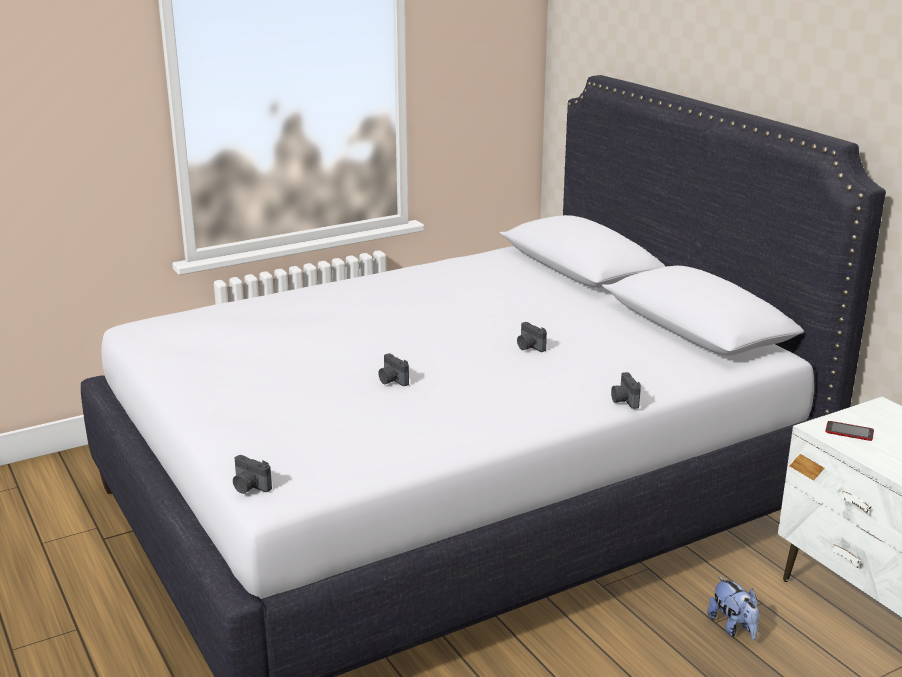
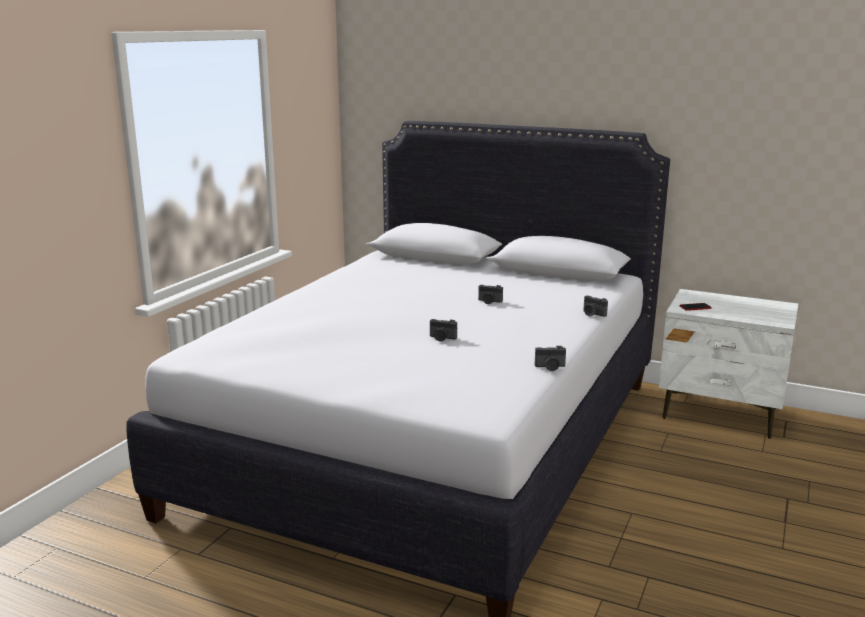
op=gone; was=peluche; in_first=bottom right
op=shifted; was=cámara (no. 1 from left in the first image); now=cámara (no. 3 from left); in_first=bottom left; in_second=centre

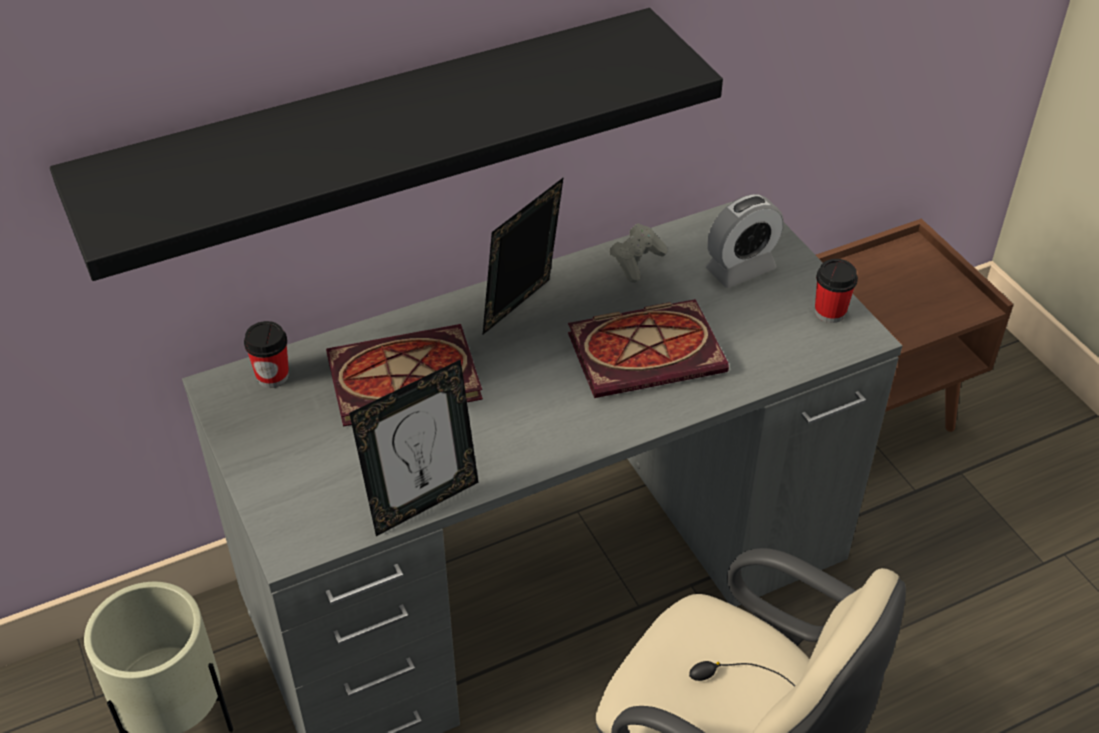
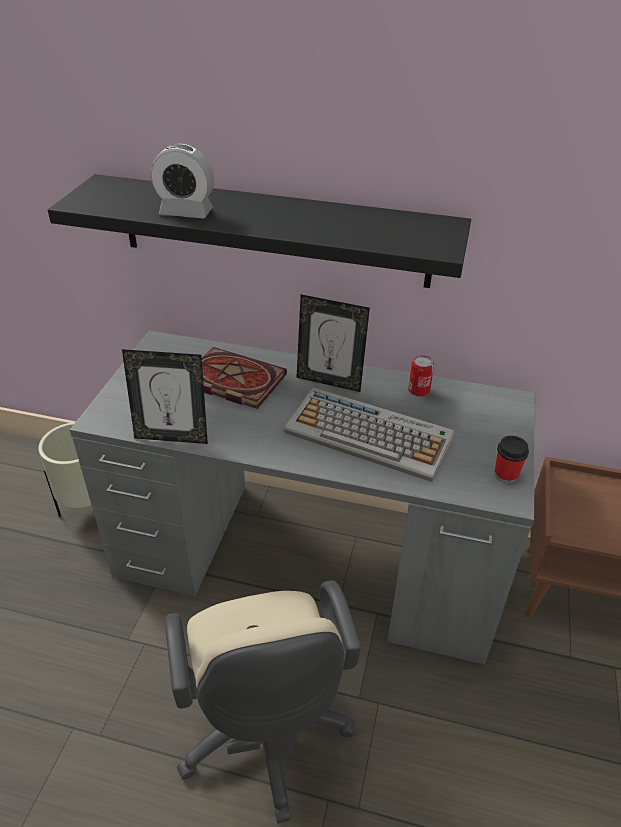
op=gone; was=taza (no. 1 from left); in_first=middle left
op=shifted; was=despertador; in_first=top right; in_second=top left
op=swapped; was=libro (no. 2 from left); now=teclado; in_first=centre; in_second=centre
op=swapped; was=mando de consola [gris]; now=lata; in_first=centre; in_second=middle right
op=rotated; was=portarretratos (no. 2 from left); in_first=centre; in_second=centre; clockwise=-150

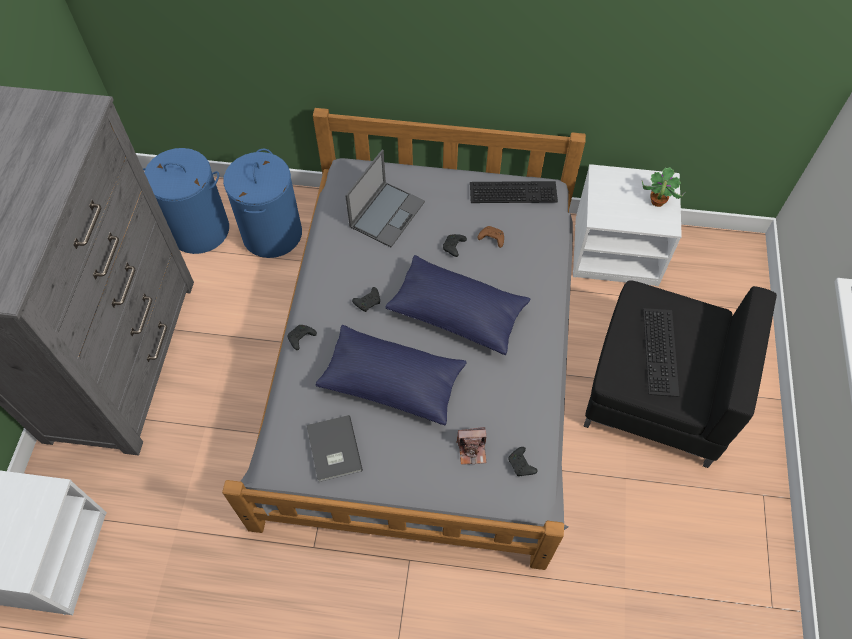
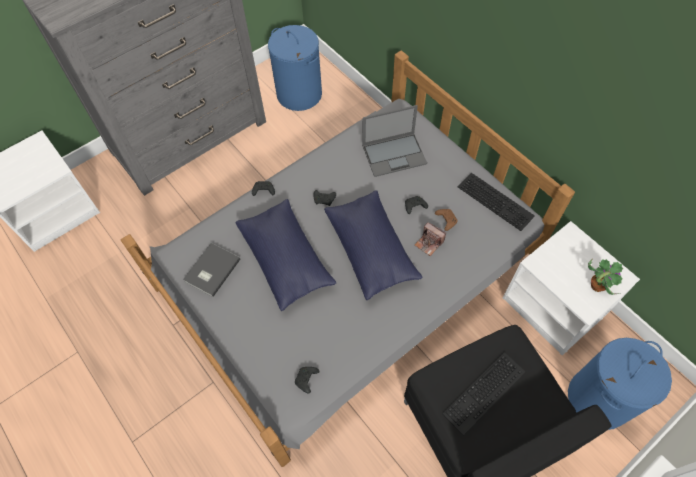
op=shifted; was=cesto de la ropa [azul] (no. 2 from left); in_first=top left; in_second=bottom right
op=shifted; was=cámara; in_first=bottom centre; in_second=centre

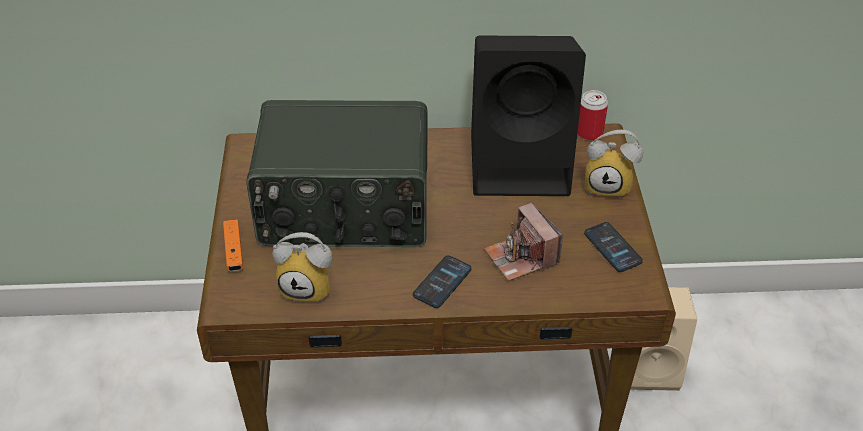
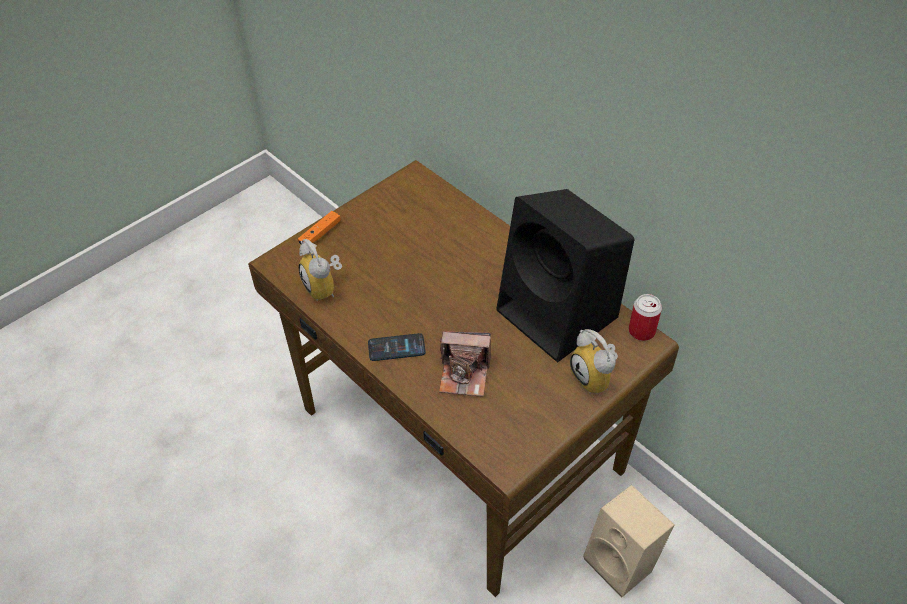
op=gone; was=radio; in_first=centre
op=gone; was=móvil (no. 2 from left); in_first=middle right
op=rotated; was=cámara; in_first=centre; in_second=centre; clockwise=-105

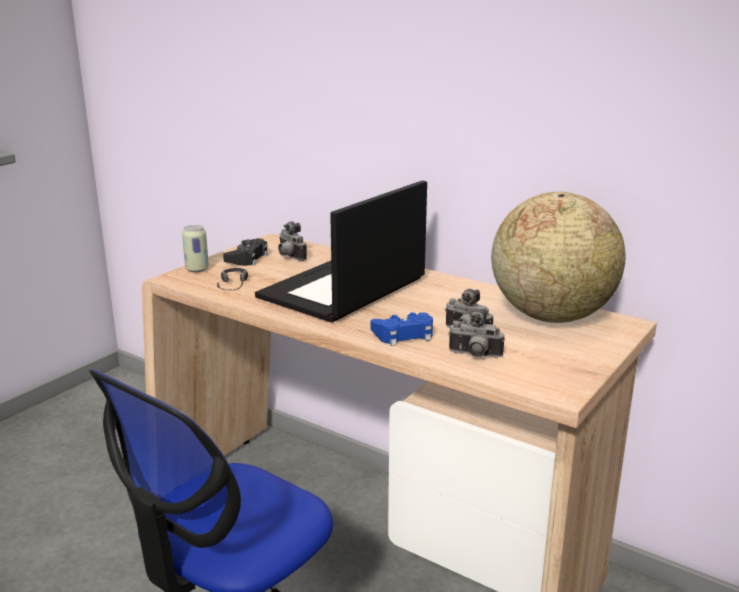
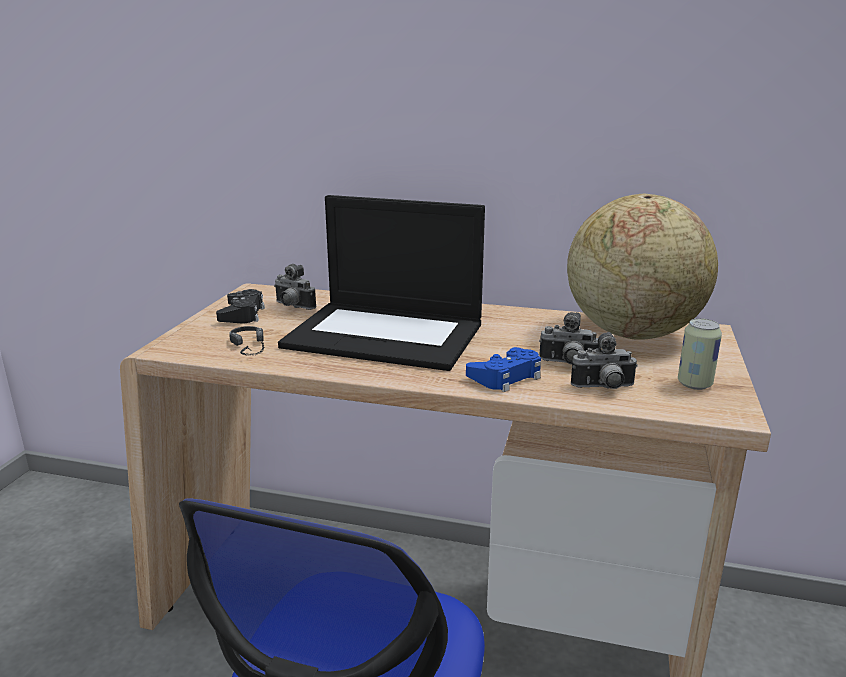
op=shifted; was=lata; in_first=middle left; in_second=middle right
op=rotated; was=portátil; in_first=centre; in_second=centre; clockwise=-90

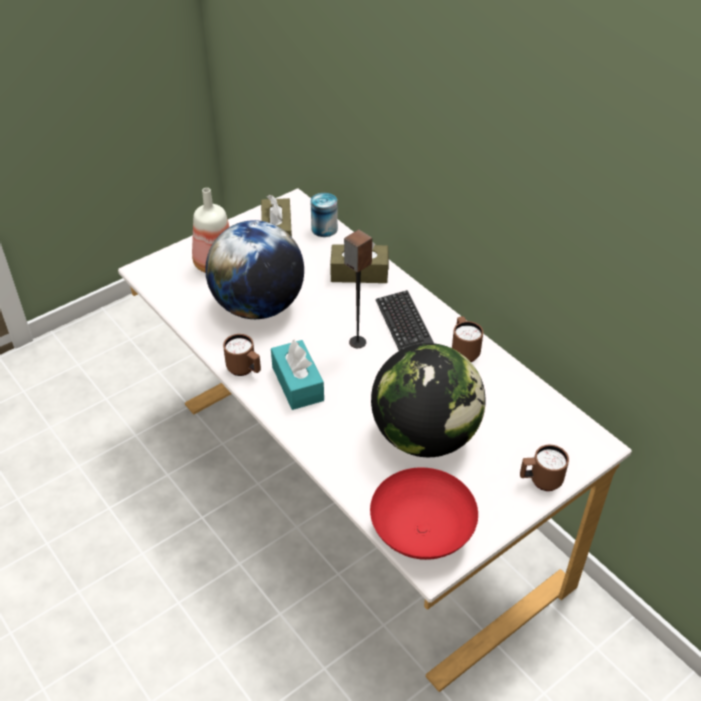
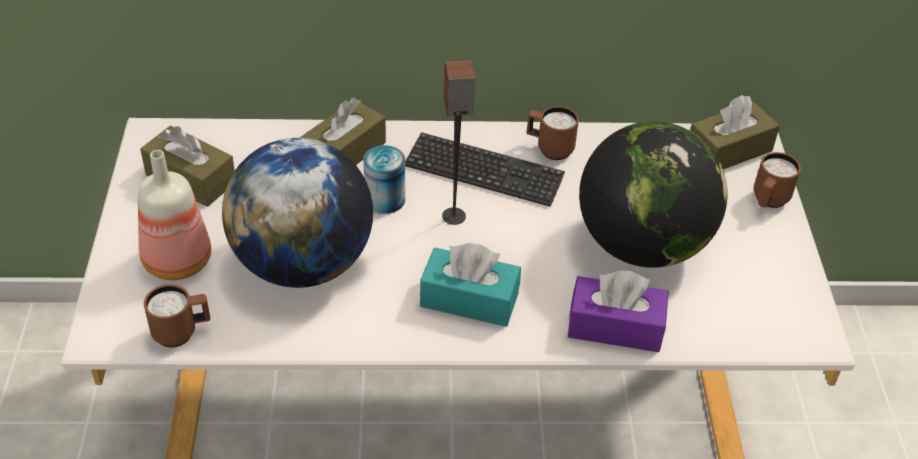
op=gone; was=cuenco [rojo]; in_first=bottom centre
op=new; now=caja de pañuelos [morado]; in_second=bottom right
op=new; now=caja de pañuelos [marrón] (no. 3 from left); in_second=top right
op=shifted; was=taza grande [marrón] (no. 1 from left); in_first=centre; in_second=bottom left
op=shifted; was=lata; in_first=top centre; in_second=centre

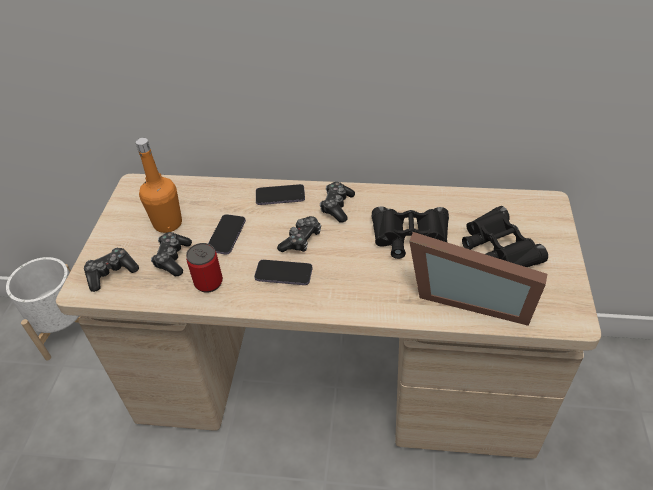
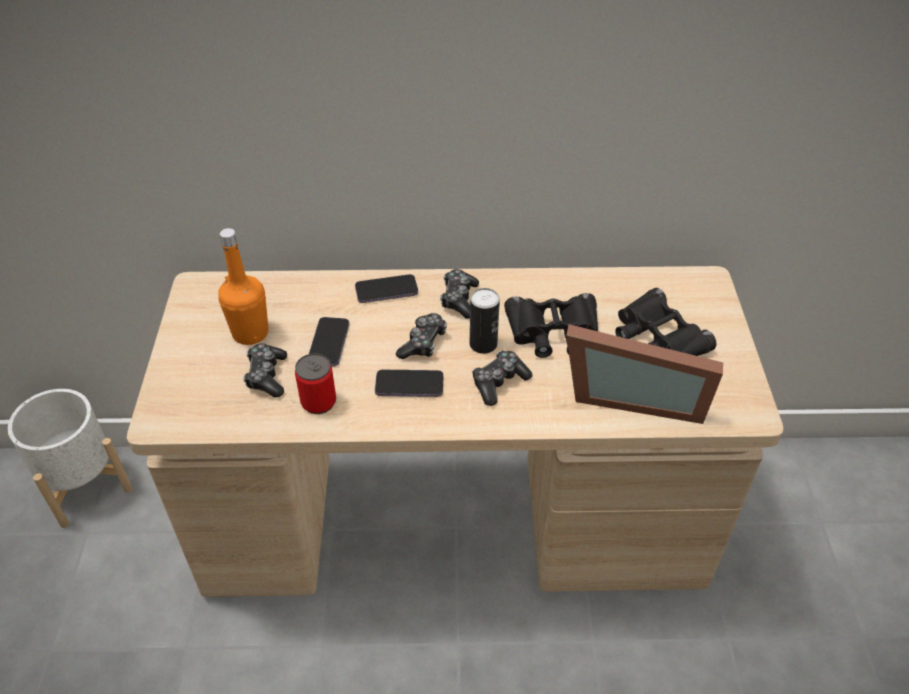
op=new; now=lata (no. 2 from left); in_second=centre
op=shifted; was=mando de consola (no. 1 from left in the first image); now=mando de consola (no. 4 from left); in_first=middle left; in_second=centre

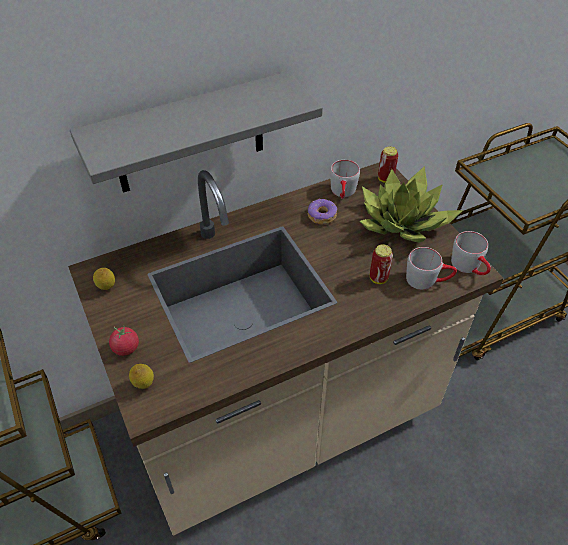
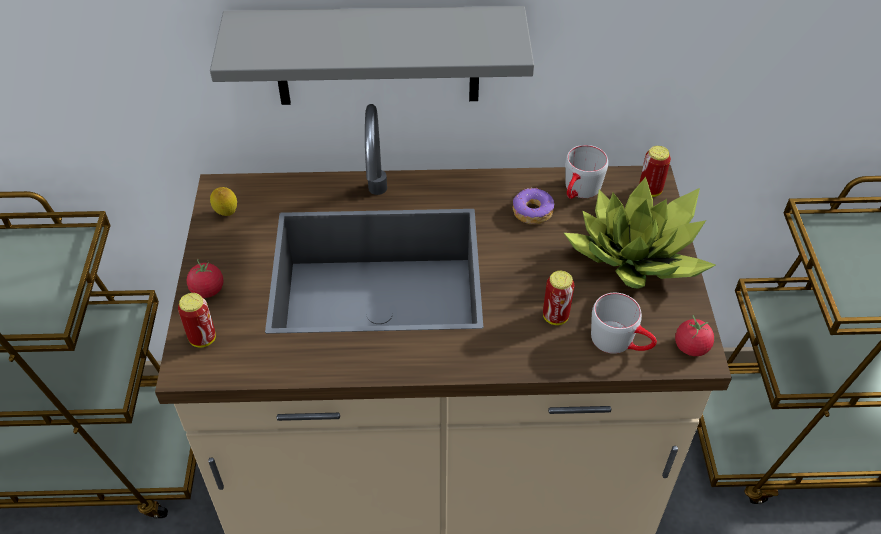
op=swapped; was=limón (no. 2 from left); now=lata (no. 1 from left); in_first=bottom left; in_second=middle left
op=swapped; was=taza grande [gris] (no. 3 from left); now=tomate (no. 2 from left); in_first=middle right; in_second=middle right

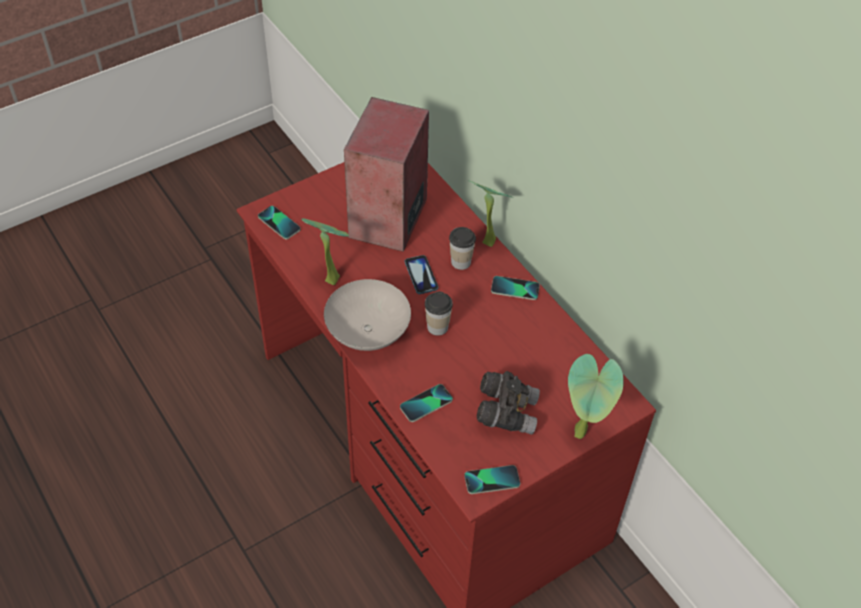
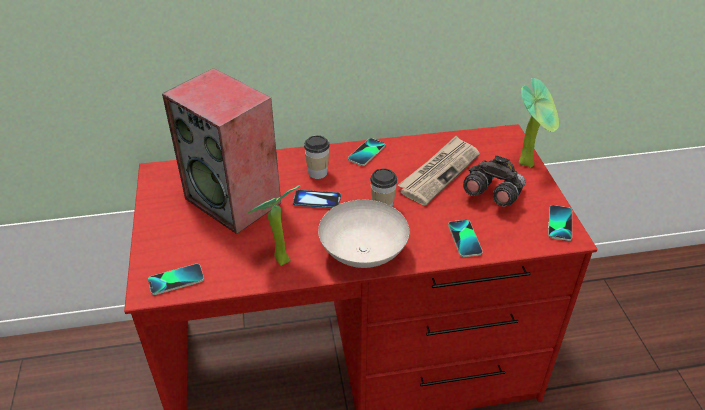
op=gone; was=planta en maceta (no. 2 from left); in_first=centre
op=new; now=periódico; in_second=centre

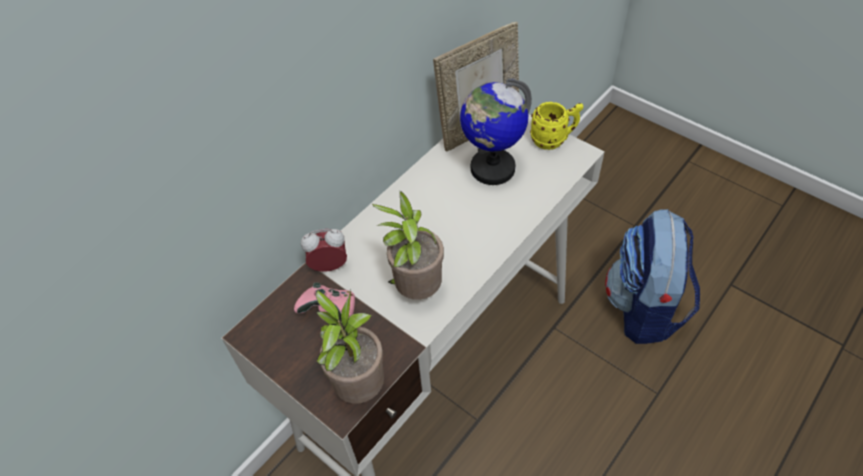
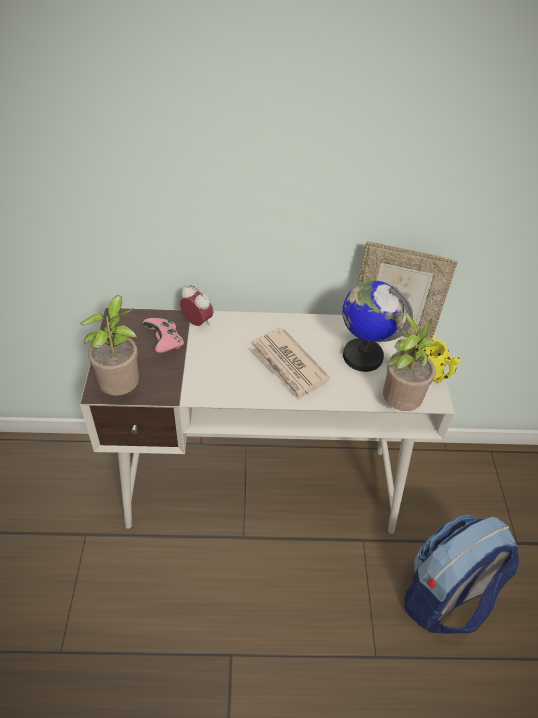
op=new; now=periódico; in_second=centre
op=shifted; was=planta en maceta (no. 2 from left); in_first=centre; in_second=middle right

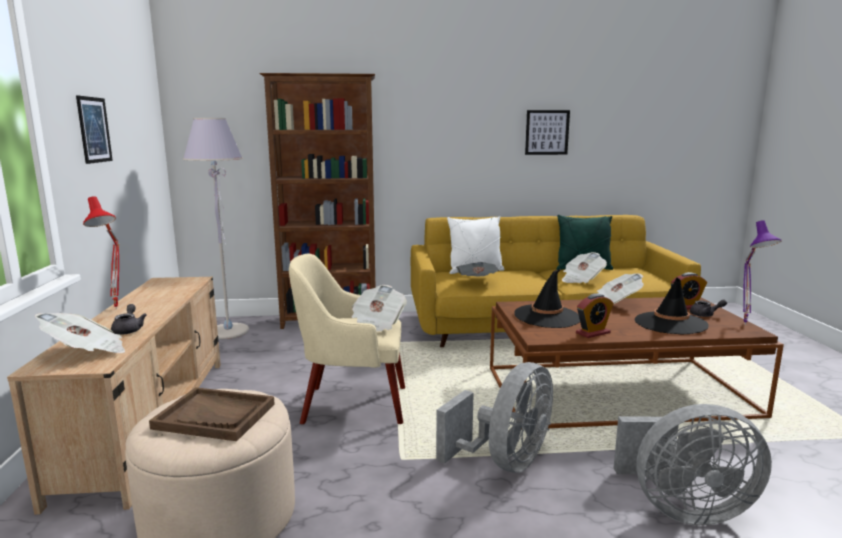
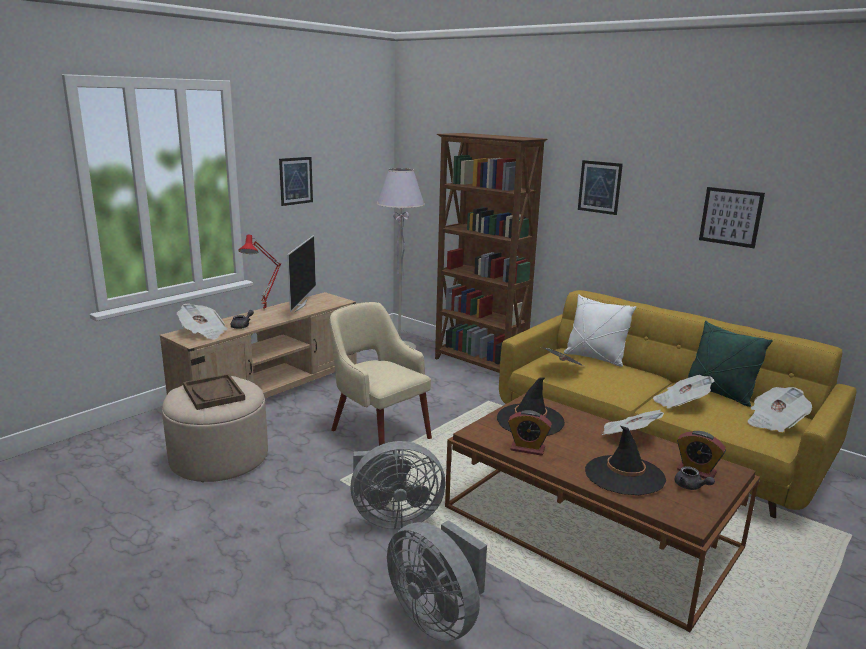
op=gone; was=lámpara de mesa [morado]; in_first=middle right
op=new; now=televisor; in_second=centre
op=new; now=cuadro (no. 2 from left); in_second=top right
op=shifted; was=periódico (no. 2 from left in the first image); now=periódico (no. 5 from left); in_first=centre; in_second=middle right

